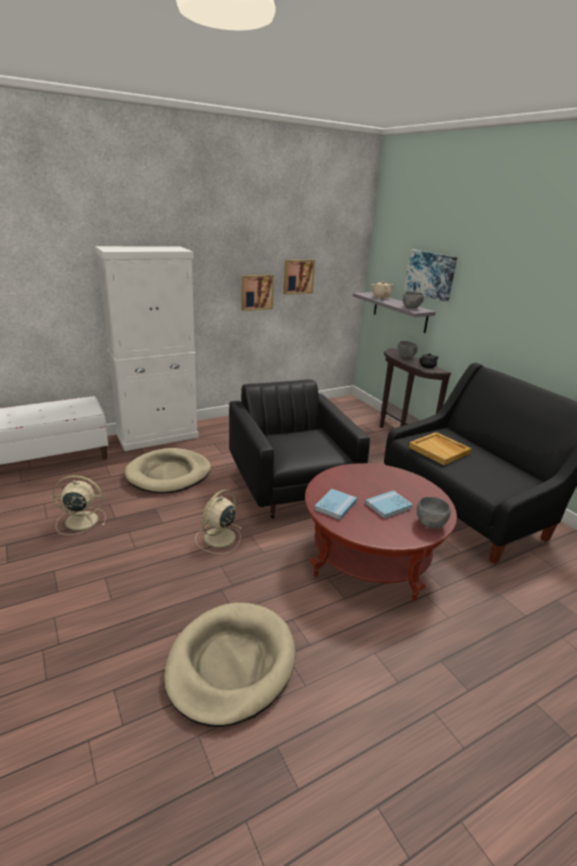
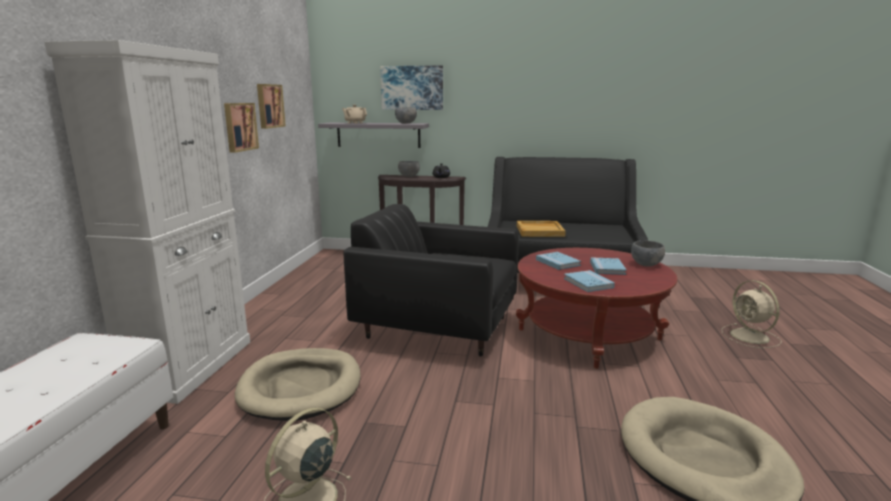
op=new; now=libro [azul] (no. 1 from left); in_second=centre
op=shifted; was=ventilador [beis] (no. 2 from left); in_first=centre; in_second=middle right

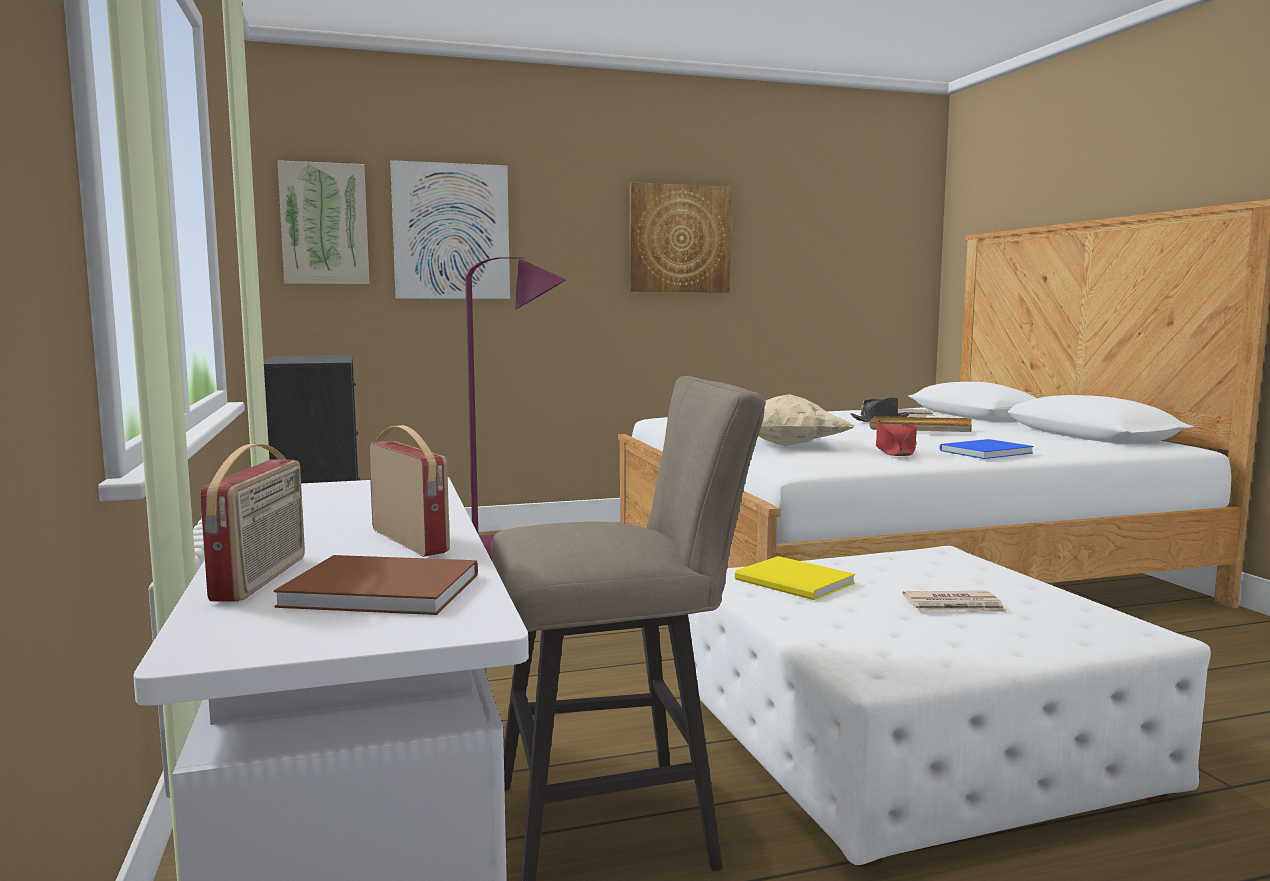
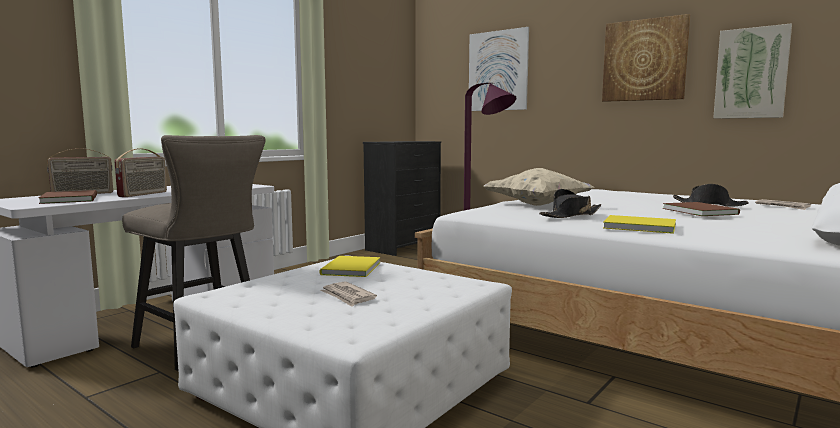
op=shifted; was=cuadro (no. 1 from left in the first image); now=cuadro (no. 3 from left); in_first=top left; in_second=top right
op=swapped; was=bandeja [beis]; now=libro [marrón] (no. 2 from left); in_first=middle right; in_second=middle right
op=repainted; was=sombrero [rojo]; now=sombrero [negro] (no. 1 from left); in_first=middle right; in_second=middle right
op=repainted; was=libro [azul]; now=libro [amarillo] (no. 2 from left); in_first=middle right; in_second=middle right

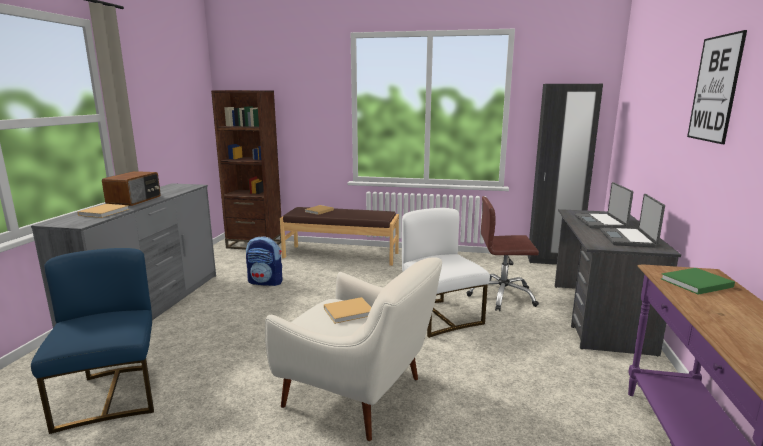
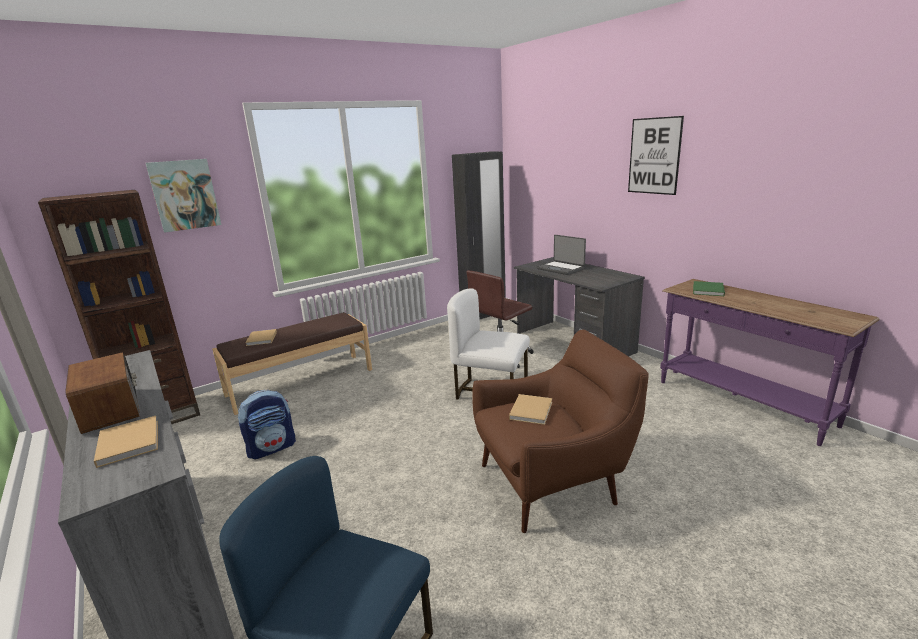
op=gone; was=portátil (no. 2 from left); in_first=middle right
op=new; now=cuadro (no. 1 from left); in_second=top left
op=repainted; was=sillón [blanco]; now=sillón [marrón]; in_first=bottom centre; in_second=bottom centre

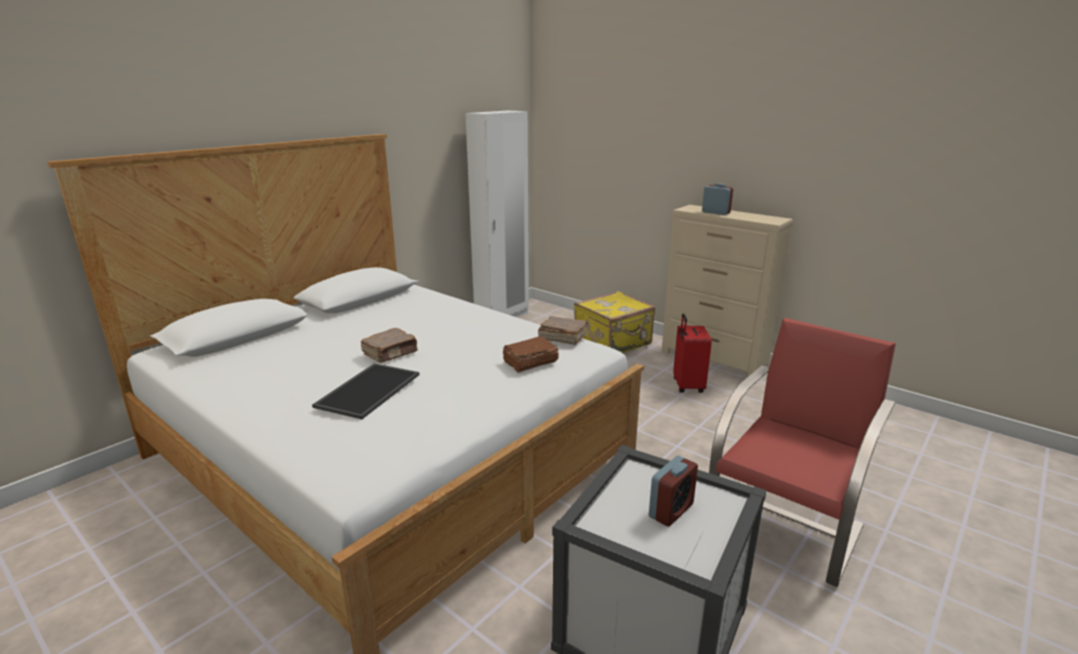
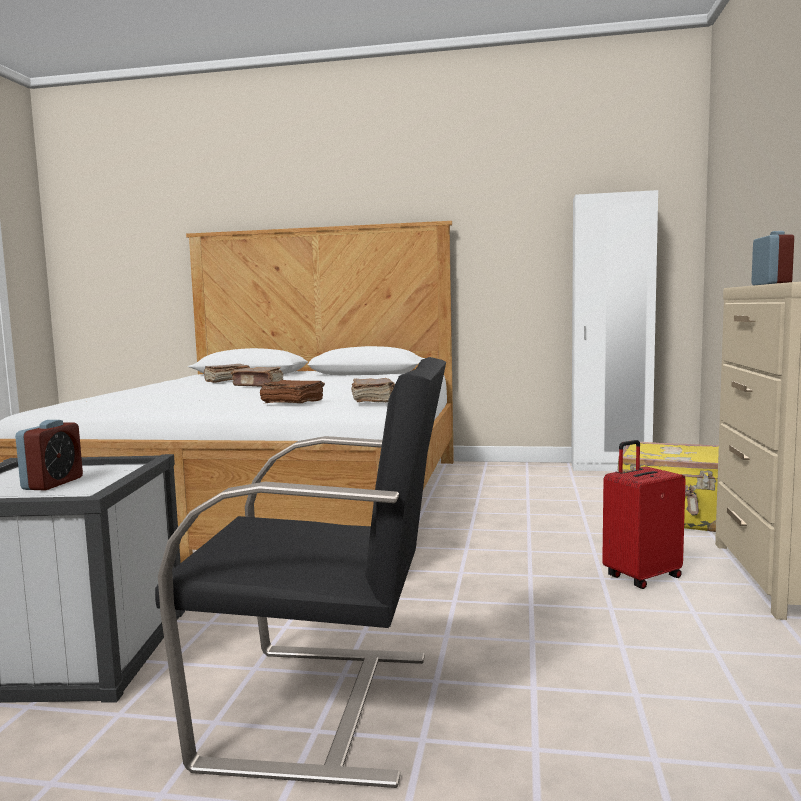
op=gone; was=bandeja; in_first=centre
op=new; now=libro [marrón] (no. 1 from left); in_second=middle left
op=repainted; was=sillón [rojo]; now=sillón [negro]; in_first=bottom right; in_second=bottom centre
op=rotated; was=despertador (no. 1 from left); in_first=bottom centre; in_second=middle left; clockwise=-90

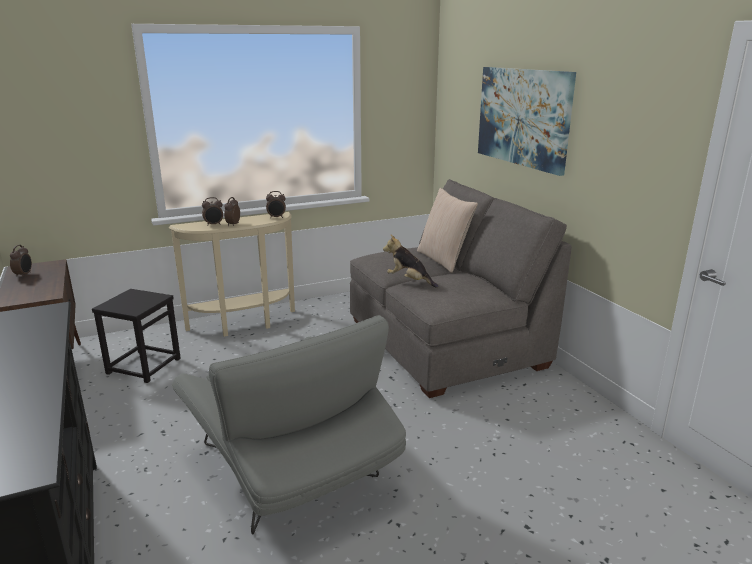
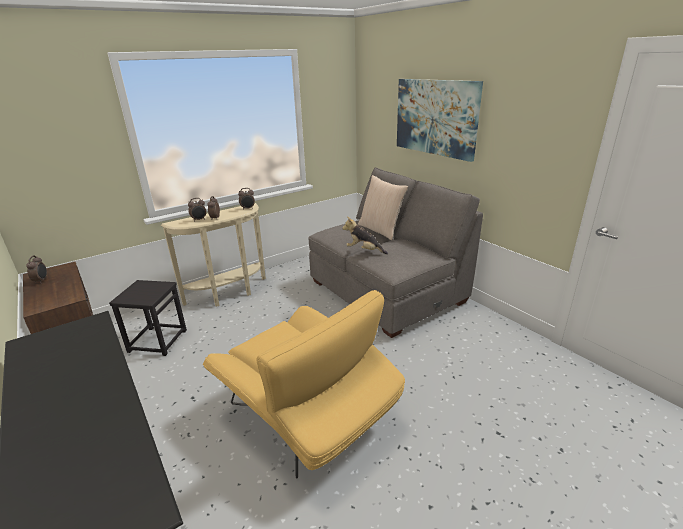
op=repainted; was=sillón [gris]; now=sillón [amarillo]; in_first=bottom centre; in_second=bottom centre

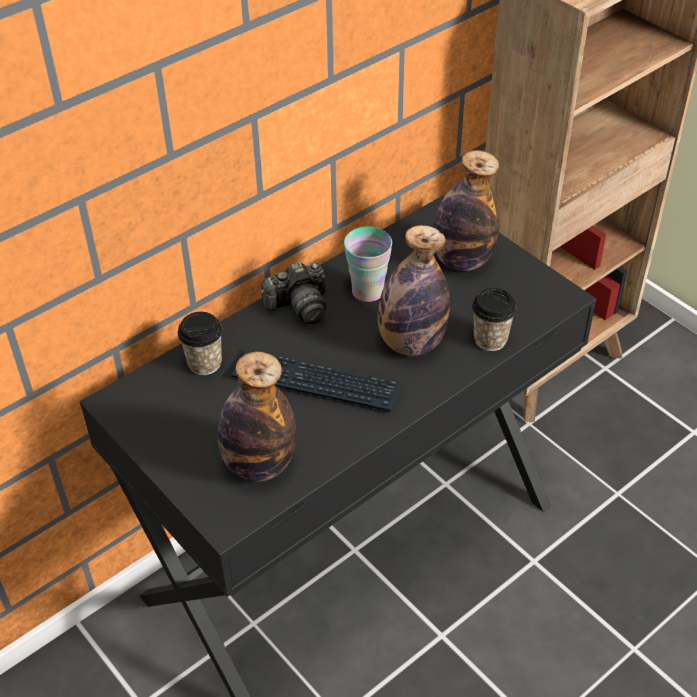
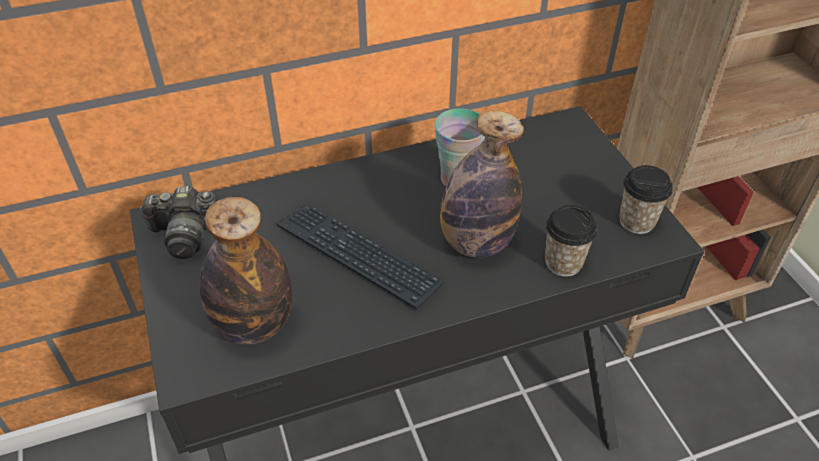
op=gone; was=botella (no. 3 from left); in_first=top right
op=shifted; was=taza (no. 1 from left in the first image); now=taza (no. 3 from left); in_first=middle left; in_second=middle right
op=shifted; was=cámara; in_first=centre; in_second=middle left

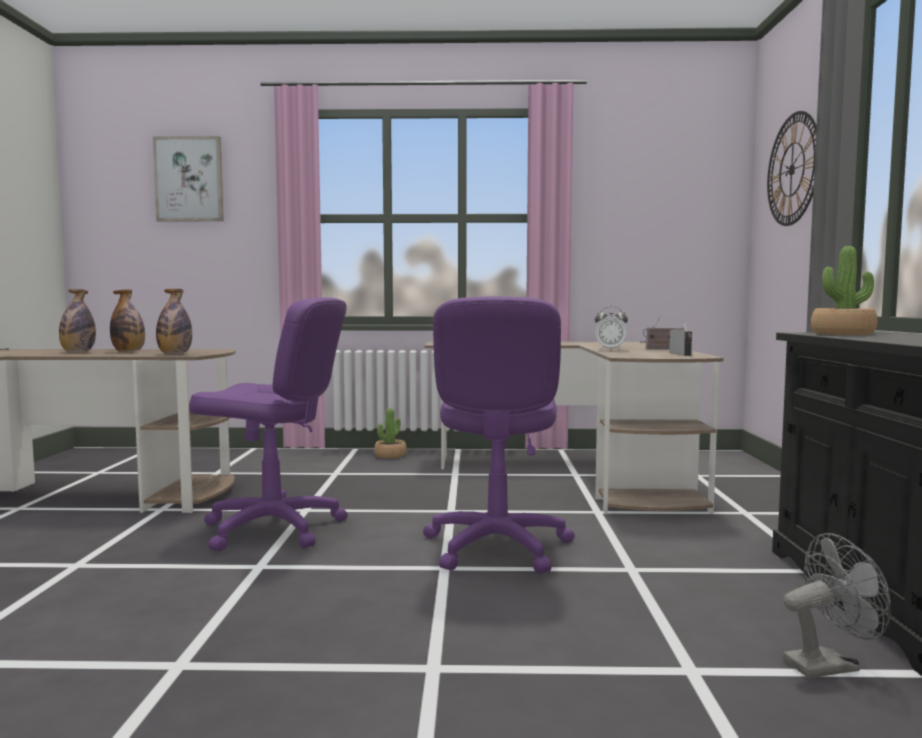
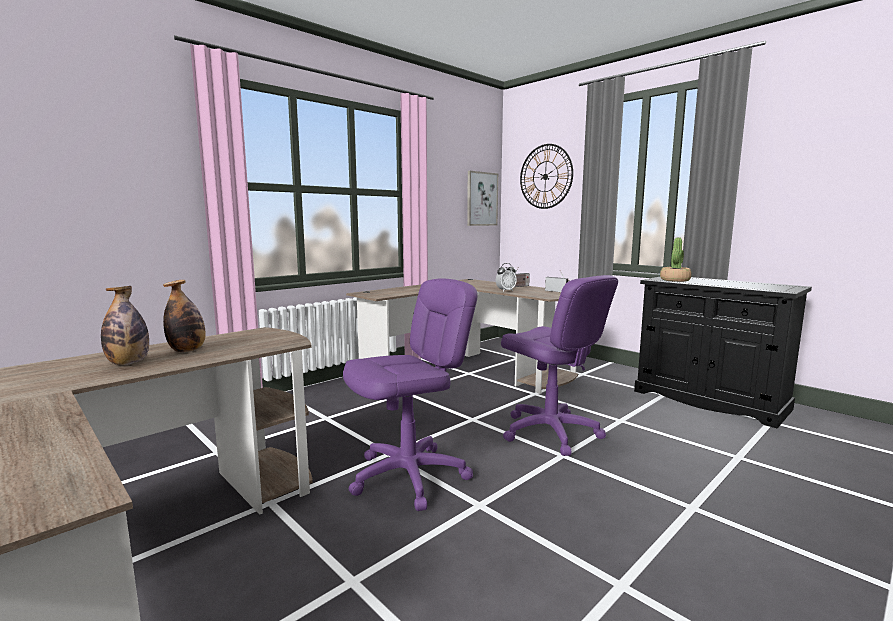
op=gone; was=botella (no. 3 from left); in_first=middle left
op=gone; was=planta en maceta (no. 1 from left); in_first=centre
op=gone; was=ventilador [gris]; in_first=bottom right
op=shifted; was=cuadro; in_first=top left; in_second=top centre

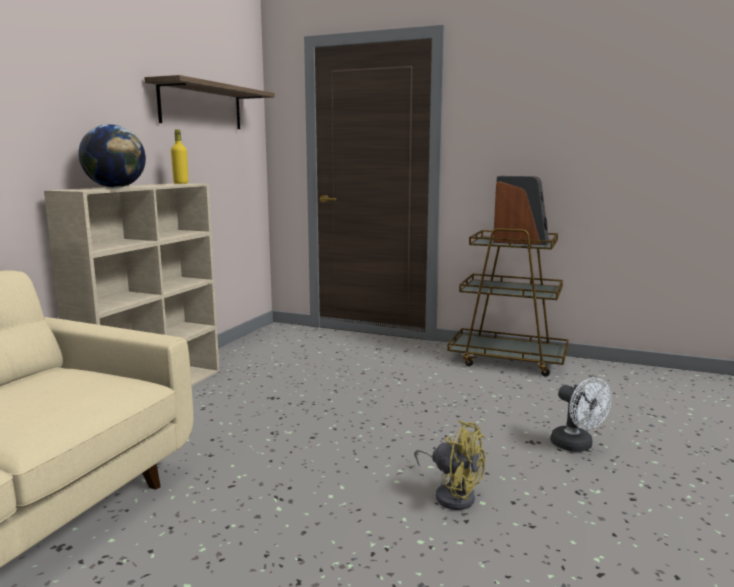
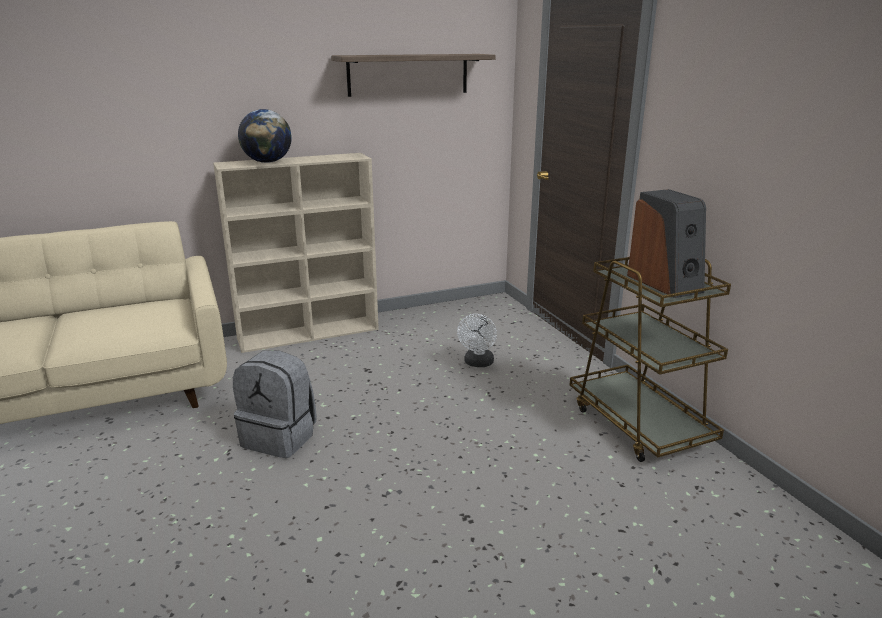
op=gone; was=botella [amarillo]; in_first=top left
op=gone; was=ventilador [amarillo]; in_first=bottom centre
op=new; now=mochila [gris]; in_second=middle left
op=shifted; was=ventilador [blanco]; in_first=bottom right; in_second=centre

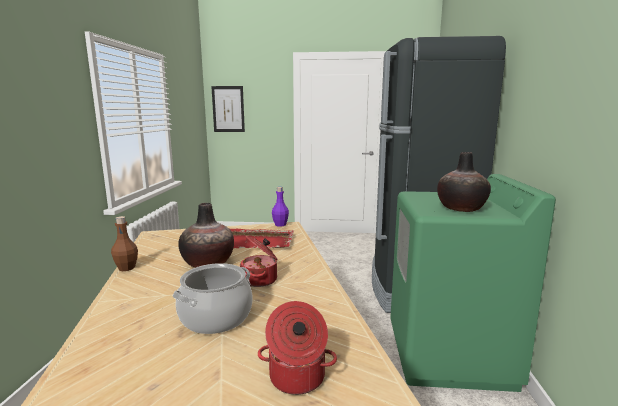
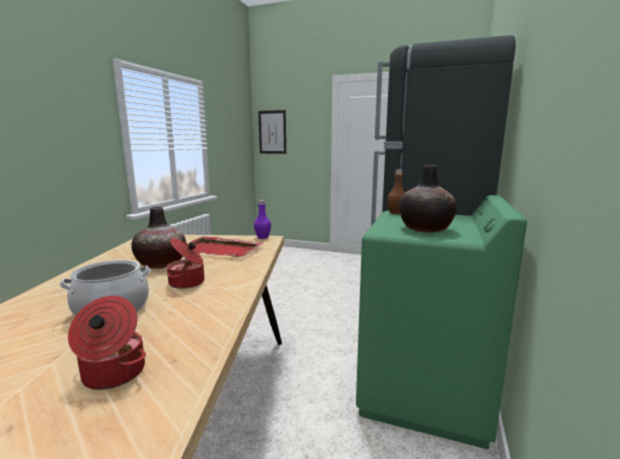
op=shifted; was=botella [marrón]; in_first=middle left; in_second=centre

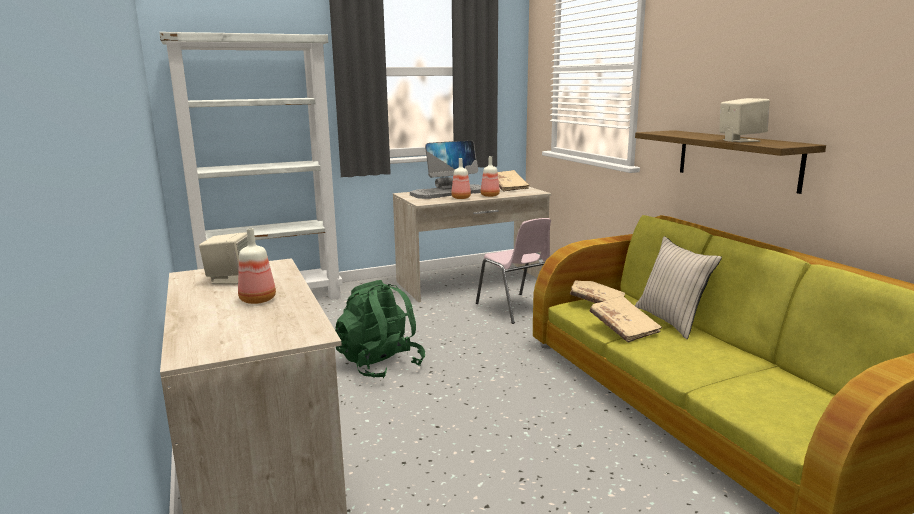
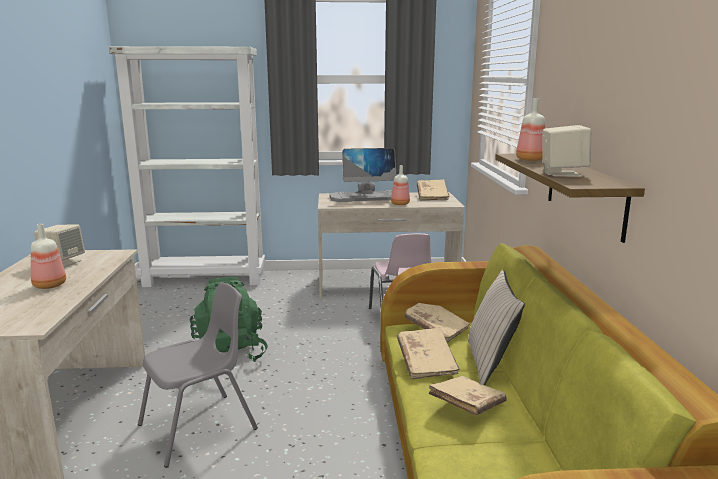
op=new; now=silla [gris]; in_second=bottom left
op=new; now=libro [beis] (no. 4 from left); in_second=bottom centre
op=shifted; was=botella (no. 2 from left in the first image); now=botella (no. 3 from left); in_first=centre; in_second=top right

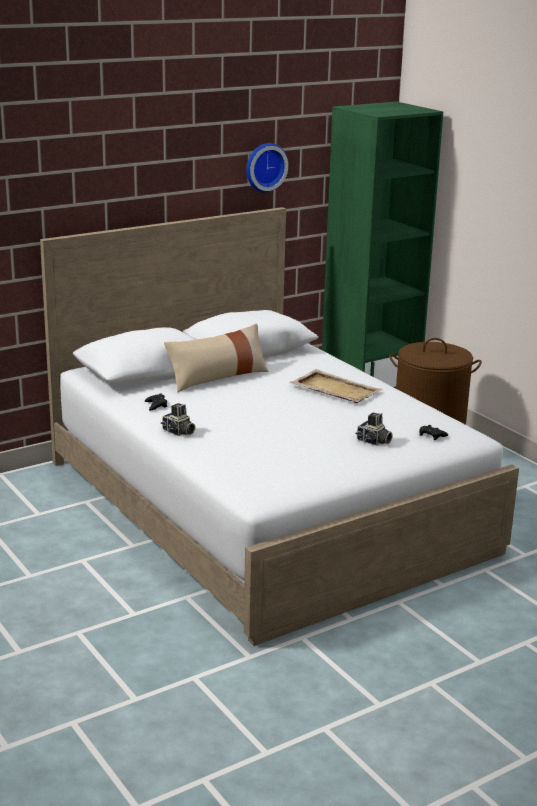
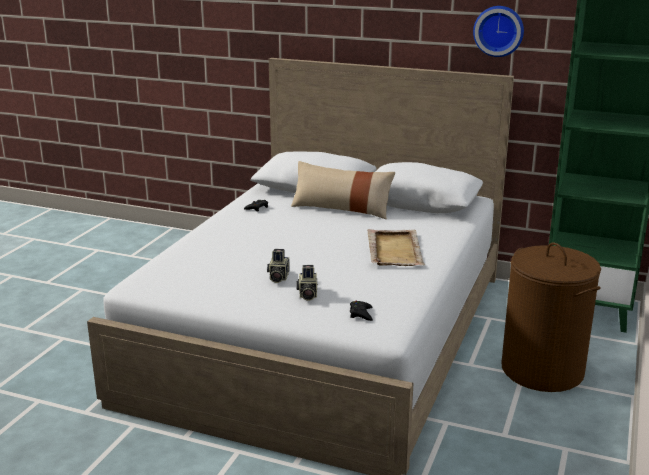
op=shifted; was=cámara (no. 1 from left); in_first=middle left; in_second=centre

